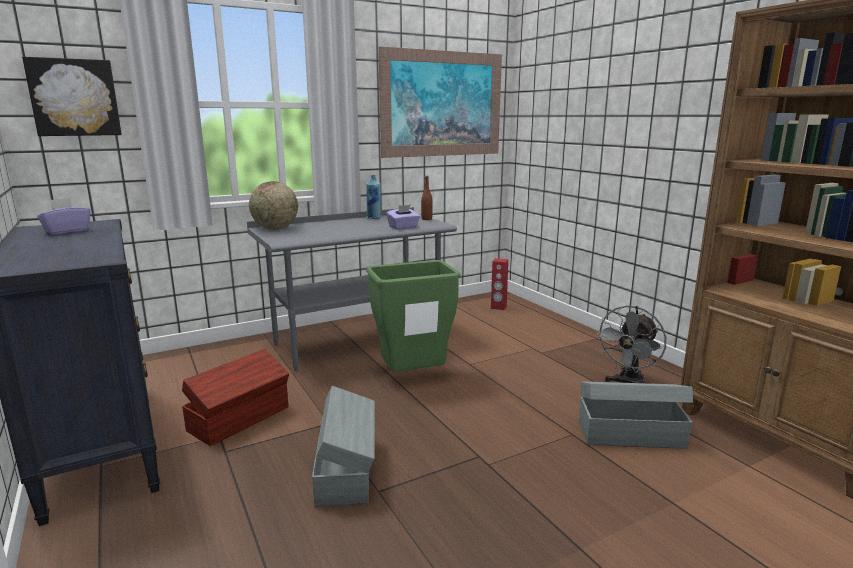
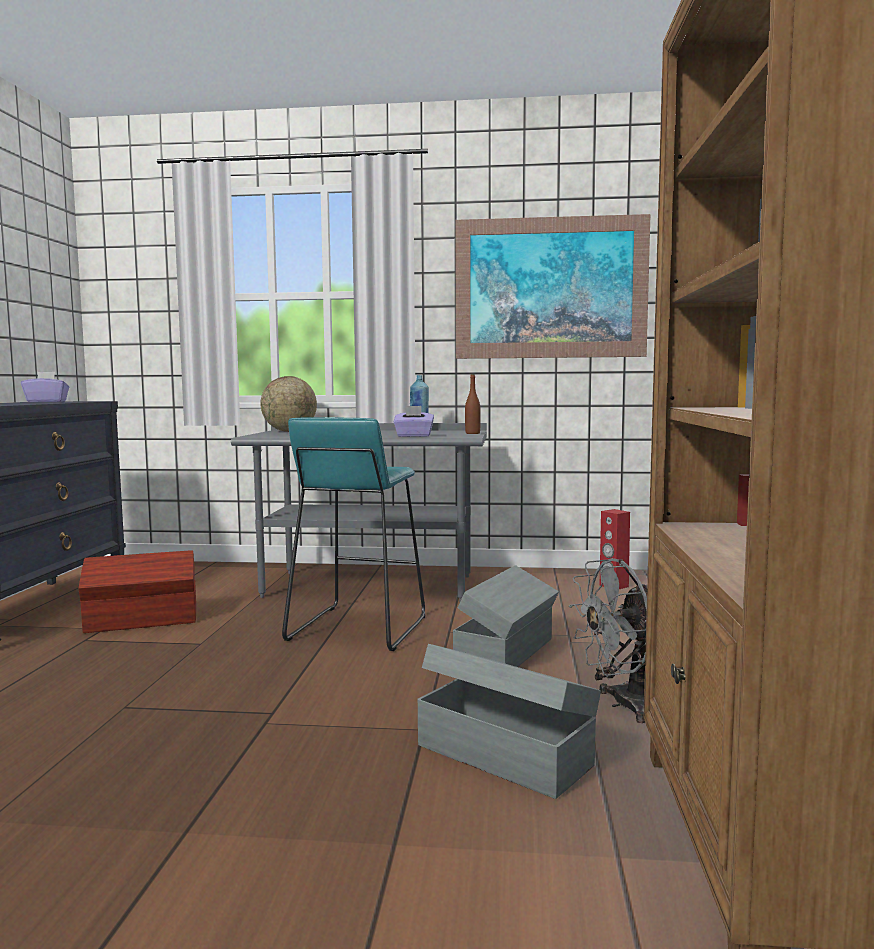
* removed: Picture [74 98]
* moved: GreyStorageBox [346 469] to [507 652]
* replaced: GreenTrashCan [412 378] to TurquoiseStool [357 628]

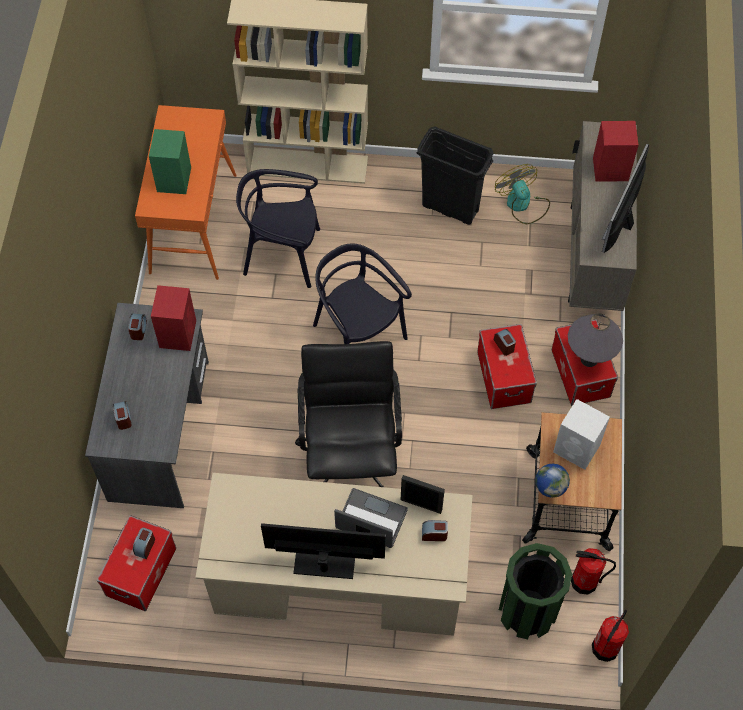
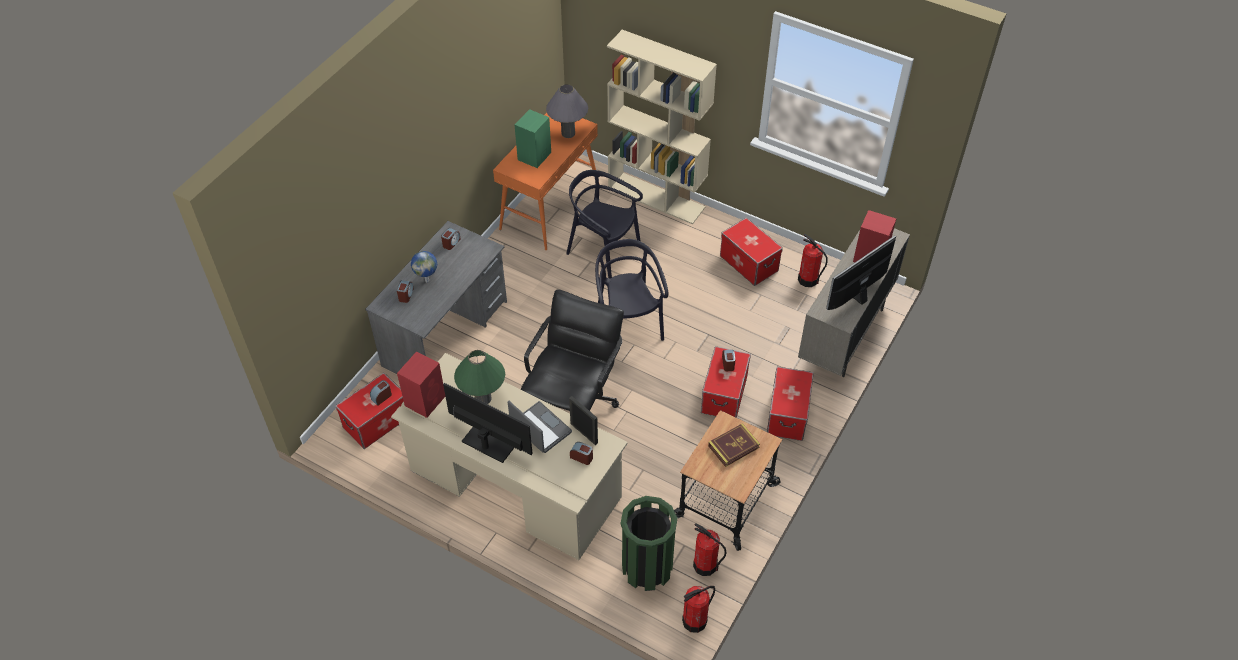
* moved: RedSpeaker [178 333] to [425 400]
* replaced: BlackTrashCan [450 208] to StorageBox [749 263]
* replaced: Fan [522 204] to FireExtinguisher [808 280]
* moved: Globe [548 492] to [427 280]
* replaced: WhiteSpeaker [577 449] to Book [733 446]
* moved: GreyTableLamp [589 359] to [568 133]
* added: GreenTableLamp [483 398]

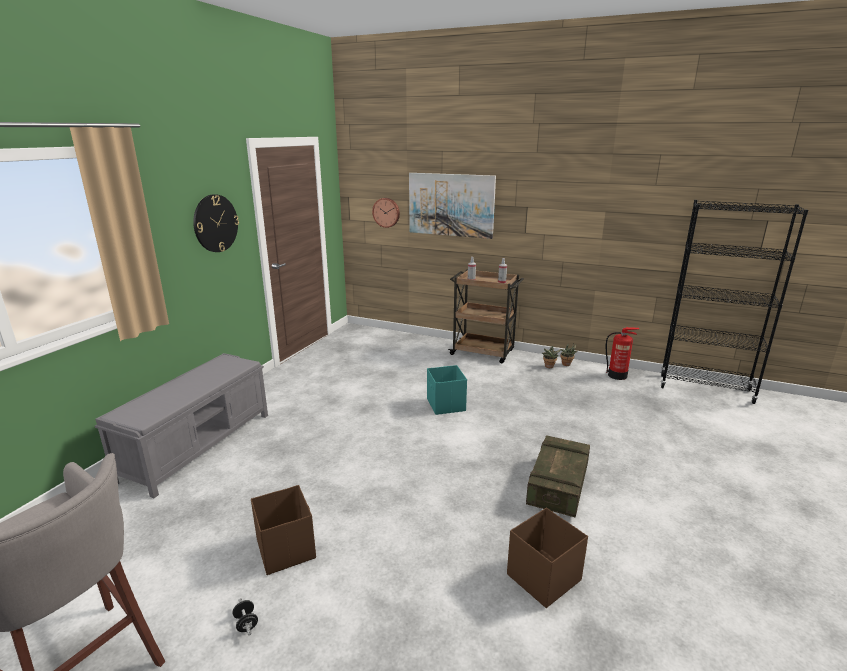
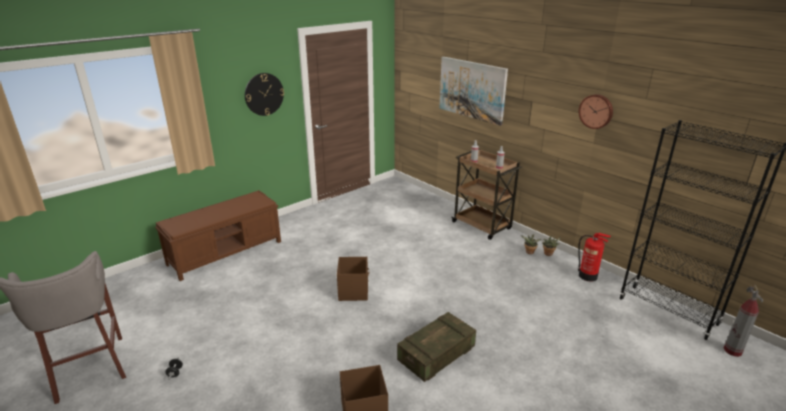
* recoloured: GreyBench [199 445] to BrownBench [226 252]
* moved: BrownStorageBox [286 548] to [353 291]
* moved: WallClock [386 212] to [596 111]
* removed: TurquoiseStorageBox [445 405]
* added: FireExtinguisher [732 351]

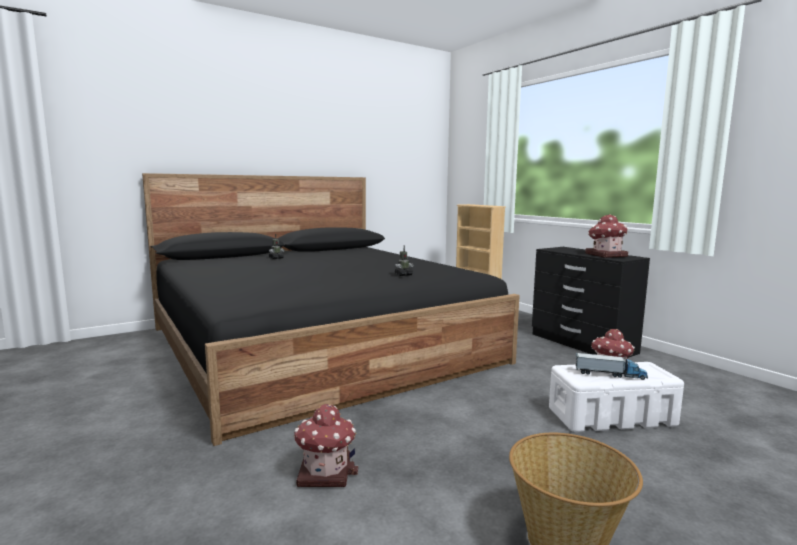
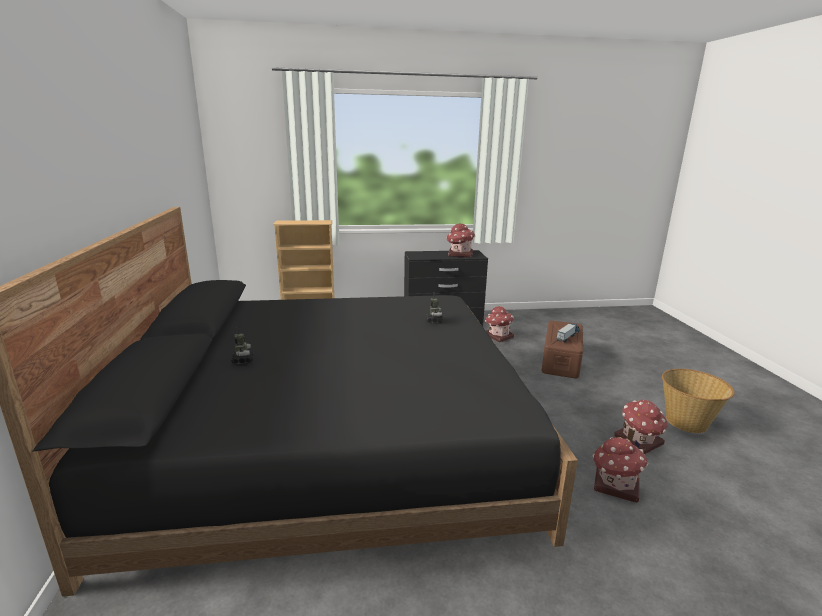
* recoloured: WhiteStorageBox [612 416] to BrownStorageBox [561 360]
* added: ToyHouse [639 441]

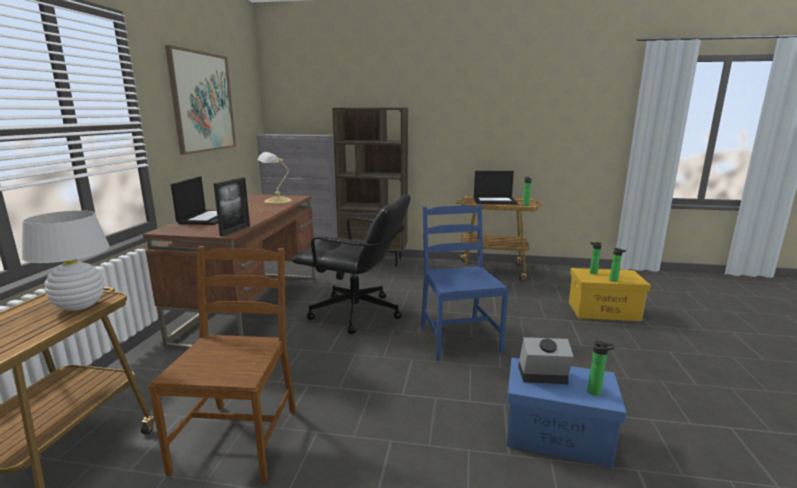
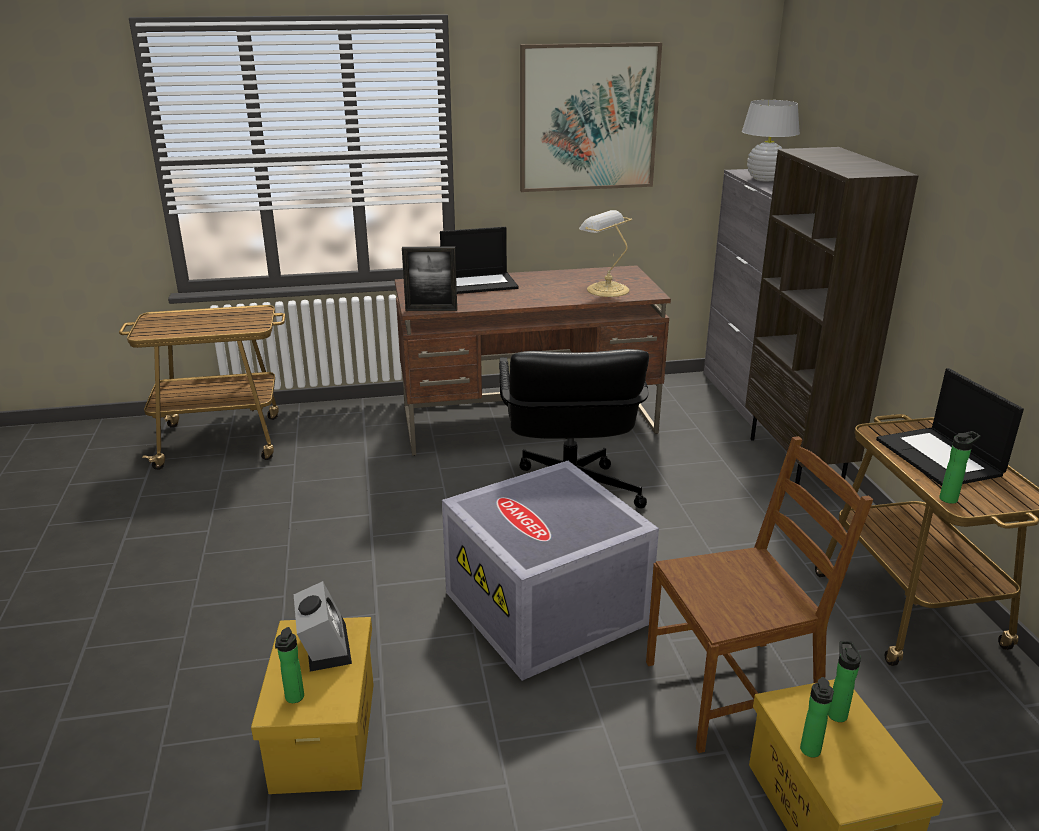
* moved: WhiteTableLamp [80 305] to [764 179]
* moved: BrownChair [238 438] to [733 691]
* replaced: BlueChair [458 338] to GreyStorageBox [549 608]
* recoloured: BlueStorageBox [555 435] to YellowStorageBox [324 734]

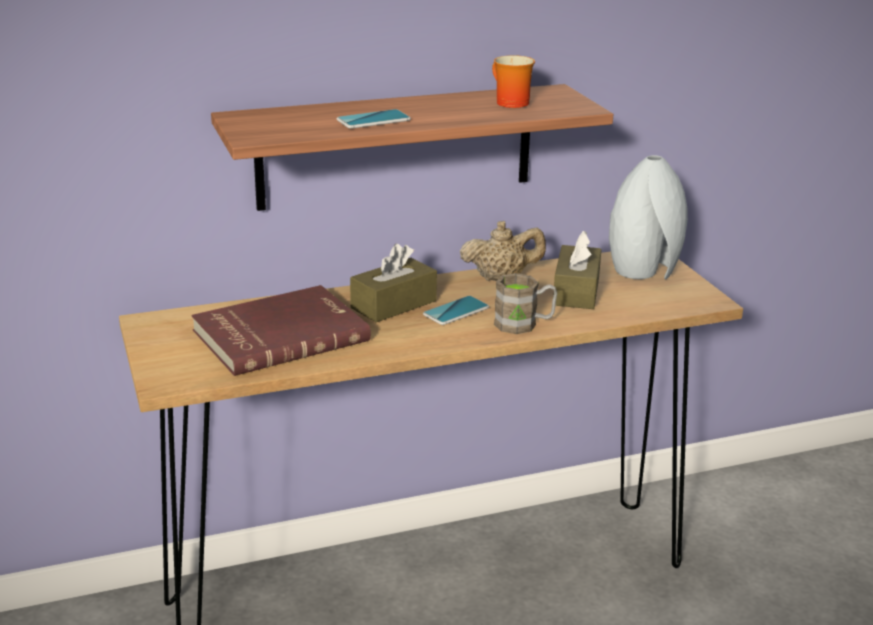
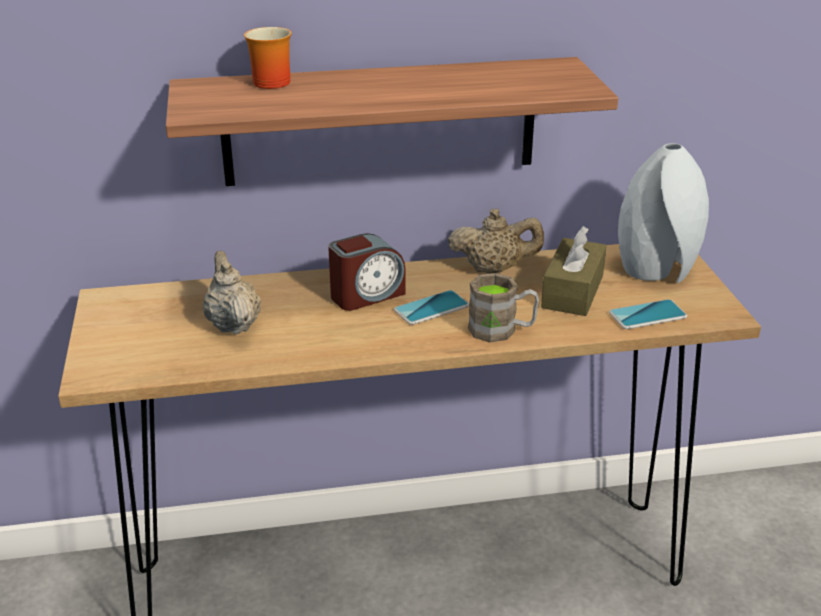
* replaced: RedBook [279 334] to BeigeTeapot [233 324]
* moved: Phone [373 120] to [647 315]
* replaced: BrownTissueBox [393 304] to AlarmClock [367 295]
* moved: Mug [508 102] to [267 82]

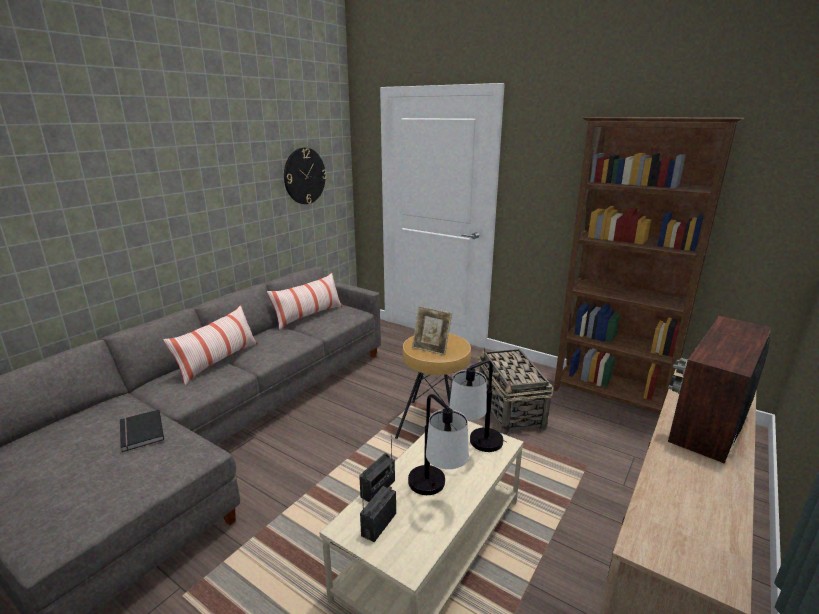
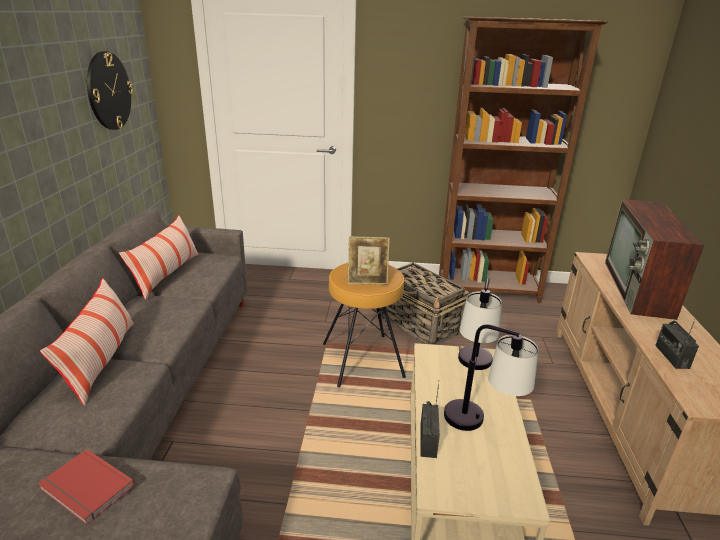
* recoloured: BlackBook [140 432] to RedBook [85 489]
* moved: Radio [378 524] to [671 356]

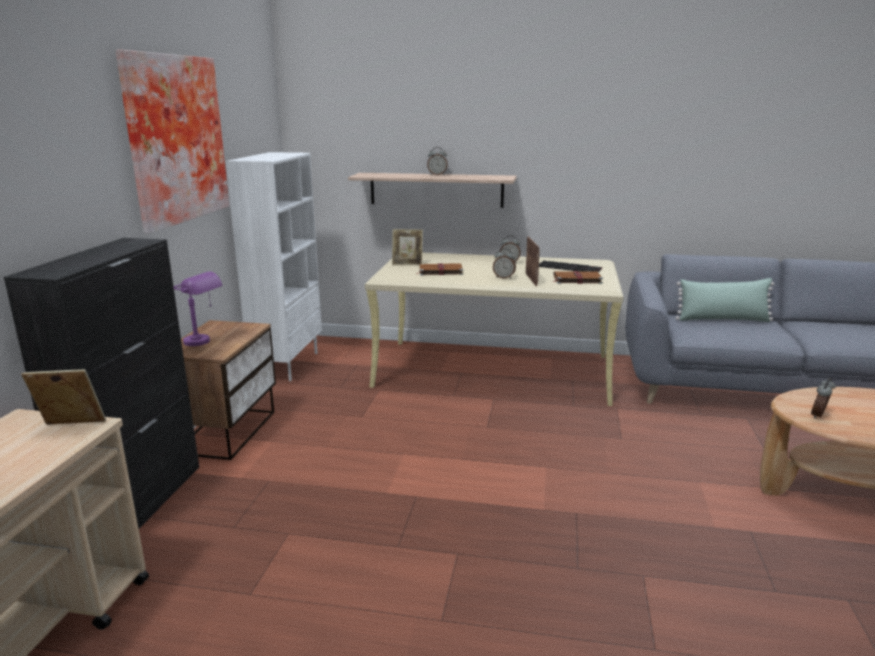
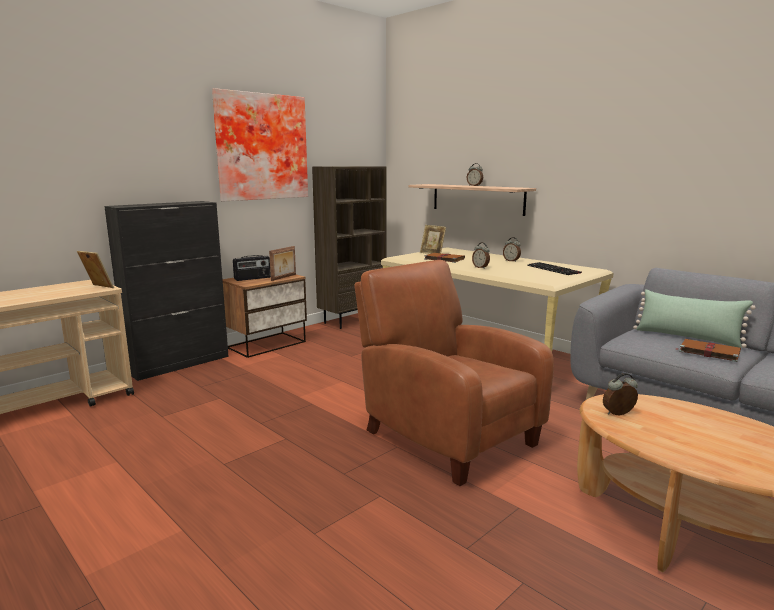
* replaced: PurpleTableLamp [204 342] to Radio [253 278]
* recoloured: WhiteBookcase [287 365] to BrownBookcase [352 320]
* moved: PictureFrame [531 279] to [284 277]
* moved: BrownBook [576 279] to [708 352]
* added: BrownArmchair [445 435]

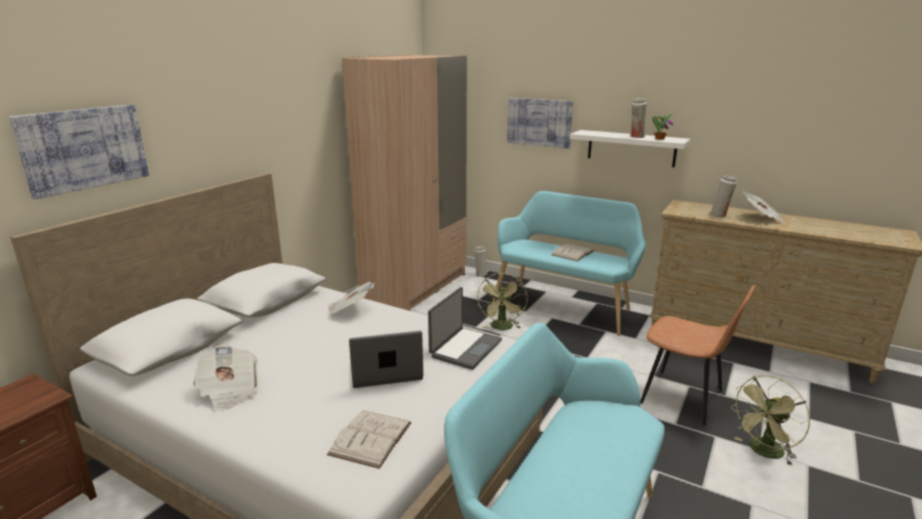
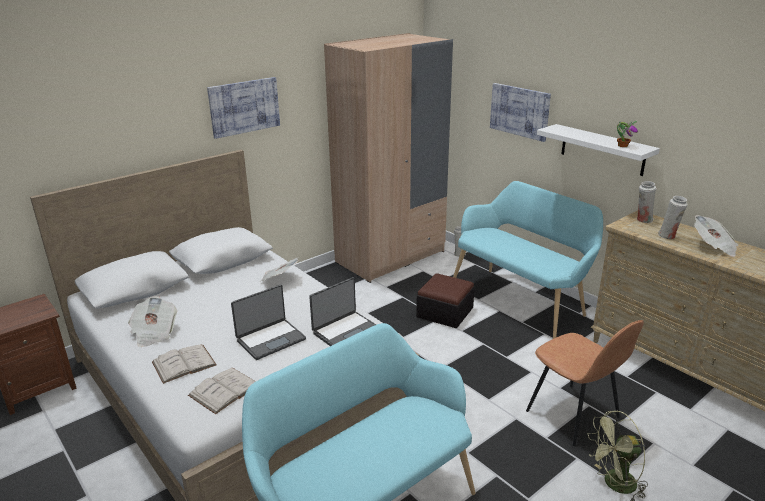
* moved: Picture [84 148] to [244 107]
* turned: Laptop [386 372] = [270 339] 135 degrees clockwise
* replaced: GreenFan [502 328] to Ottoman [445 312]
* moved: WhiteBook [572 253] to [184 363]
* moved: WhiteVase [636 137] to [643 220]

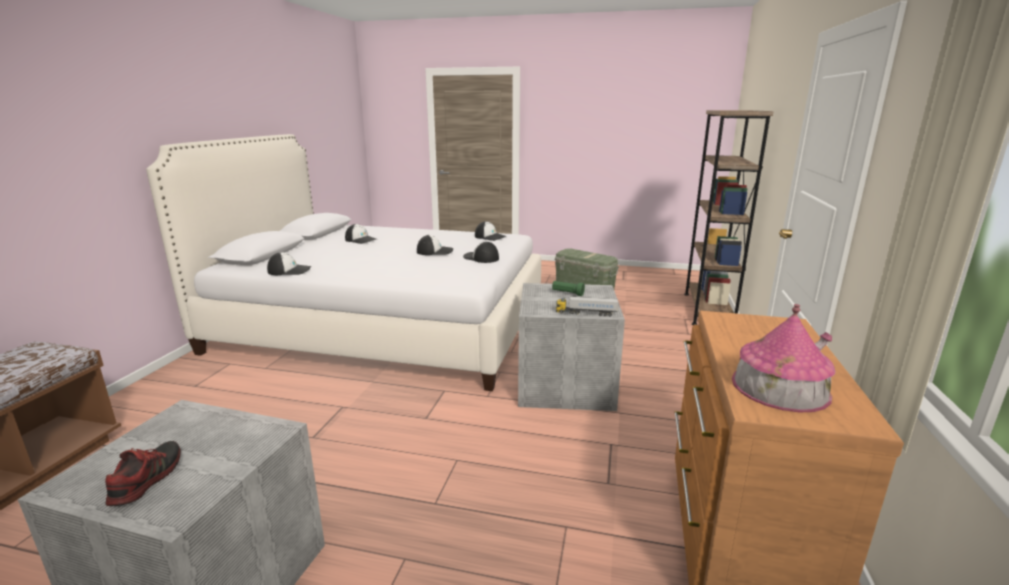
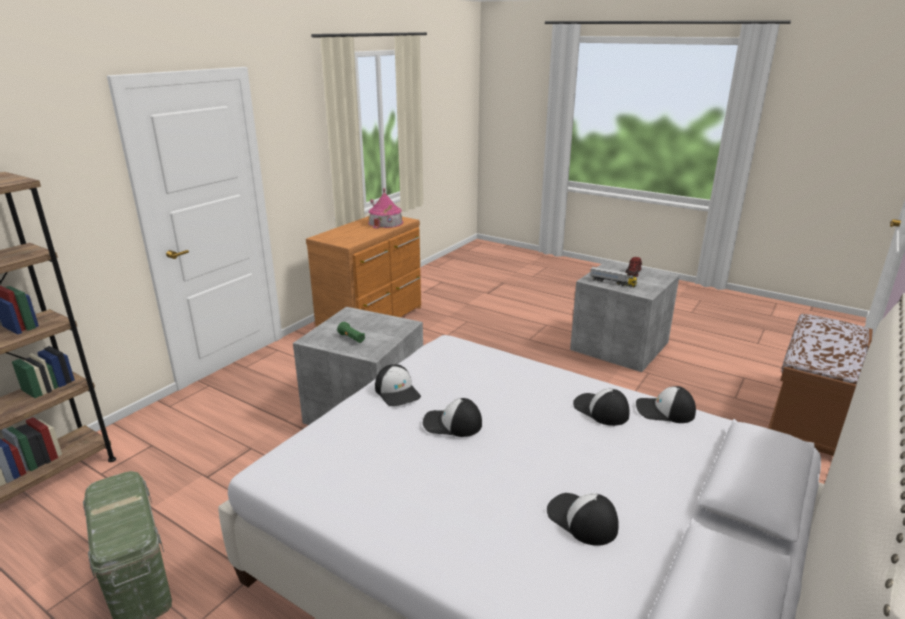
* moved: Cap [490 237] to [600 410]
* moved: ToyTruck [586 313] to [612 282]

